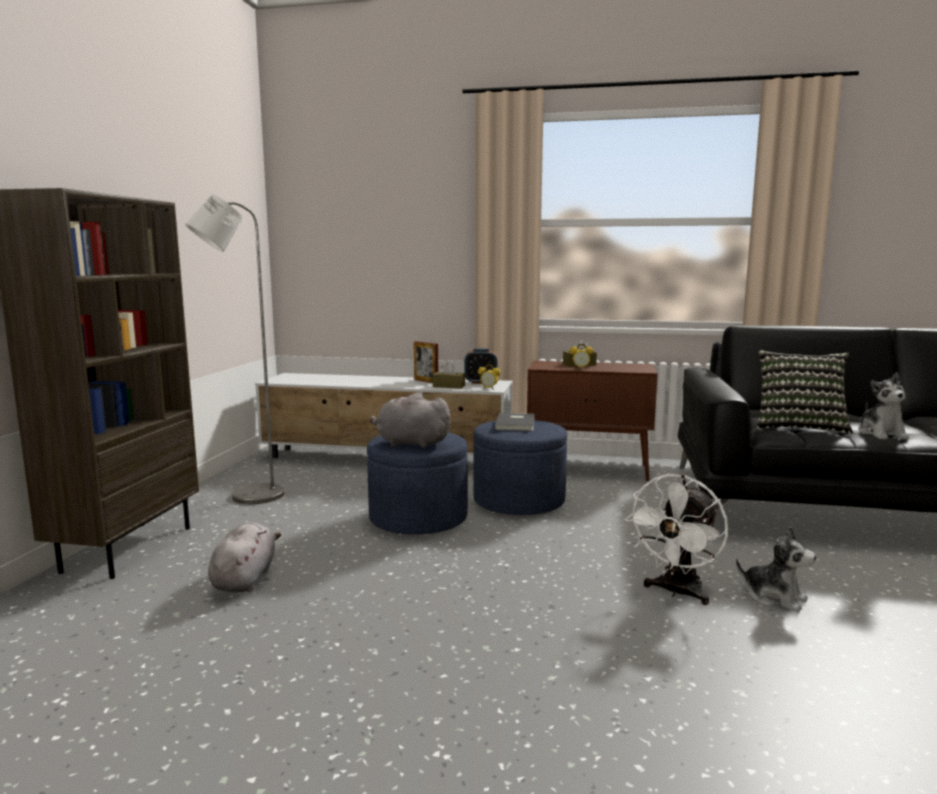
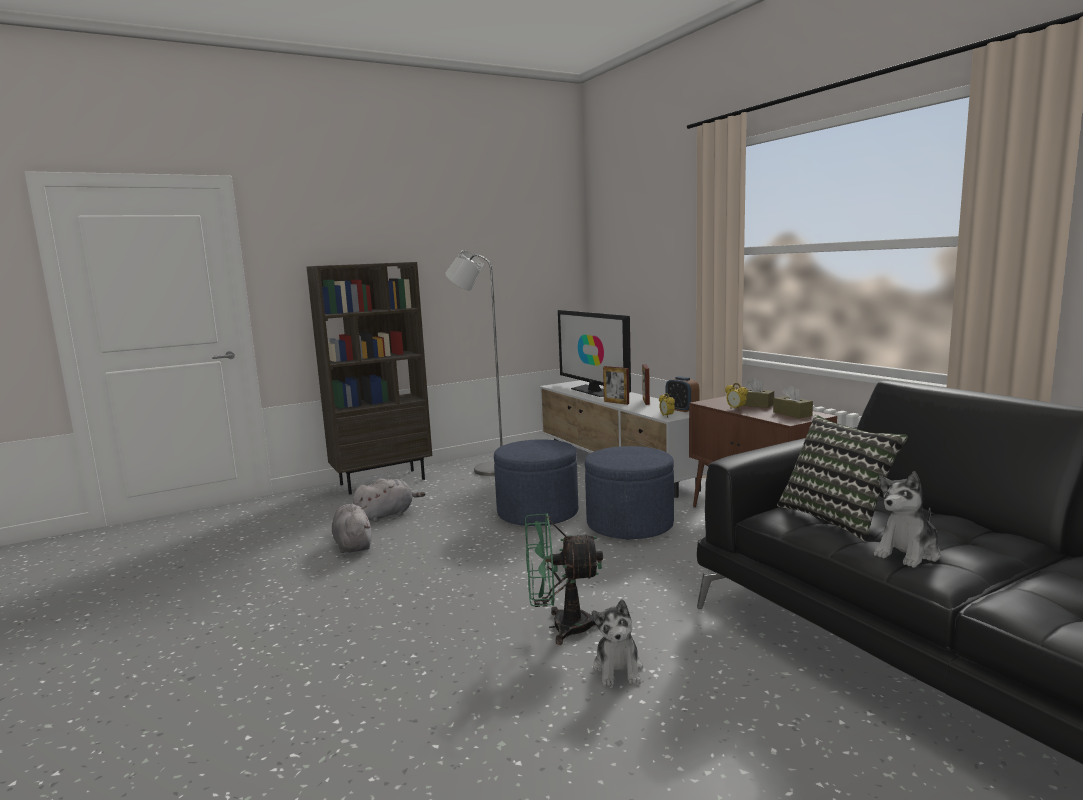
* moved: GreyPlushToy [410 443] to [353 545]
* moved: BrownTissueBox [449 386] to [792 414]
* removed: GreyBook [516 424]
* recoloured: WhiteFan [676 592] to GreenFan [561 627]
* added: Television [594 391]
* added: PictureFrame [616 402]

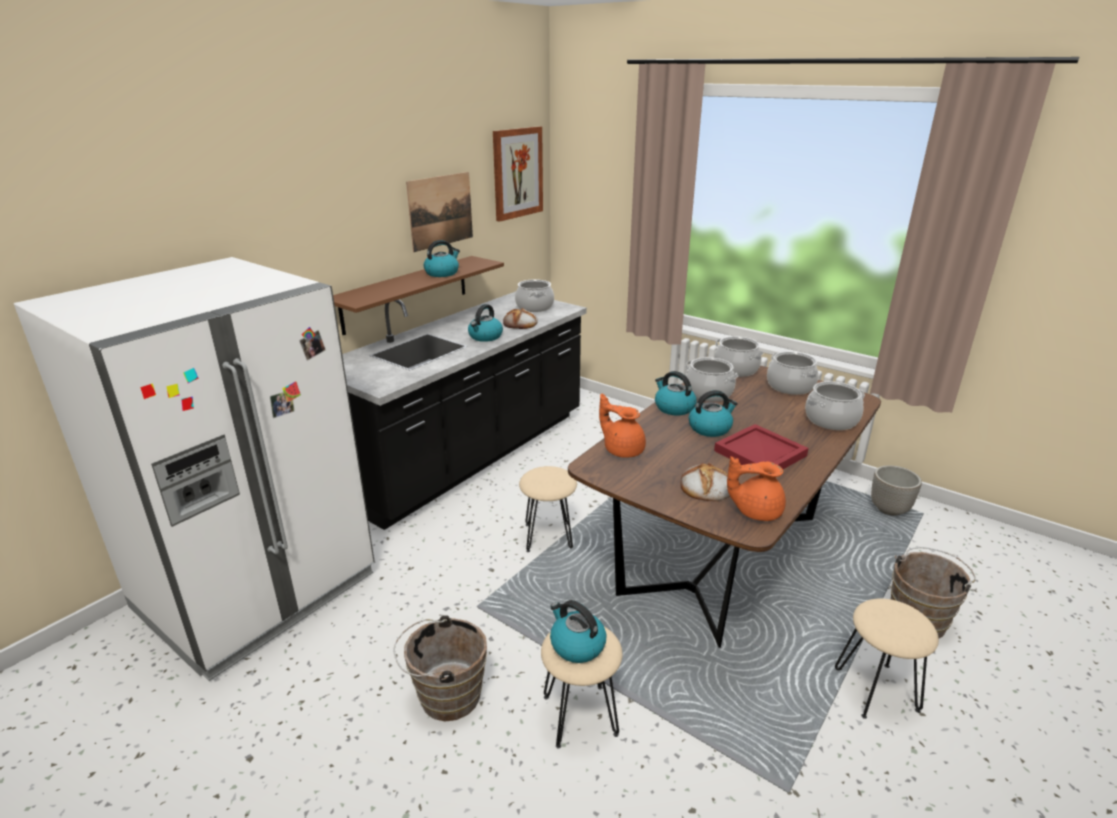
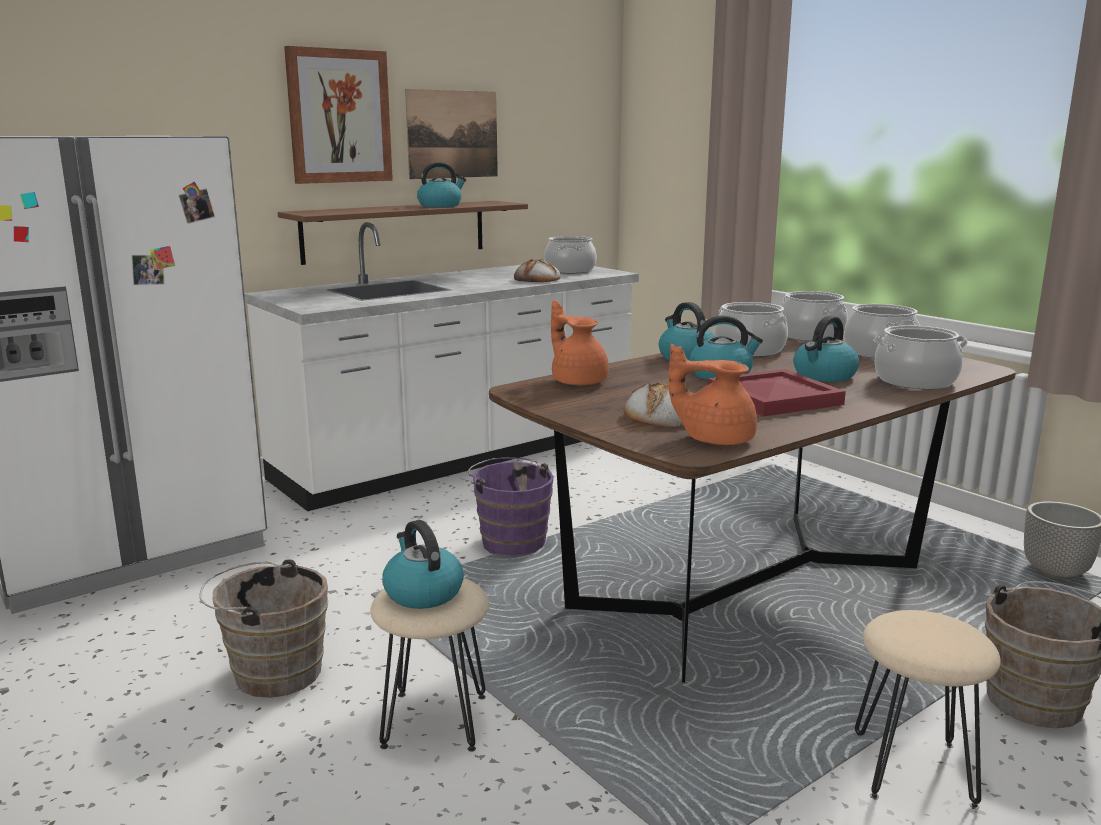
* recoloured: BlackCounter [469 456] to WhiteCounter [459 457]
* moved: Kettle [485 337] to [824 376]
* moved: Picture [517 173] to [339 116]
* replaced: BeigeStool [548 536] to PurpleBucket [511 541]

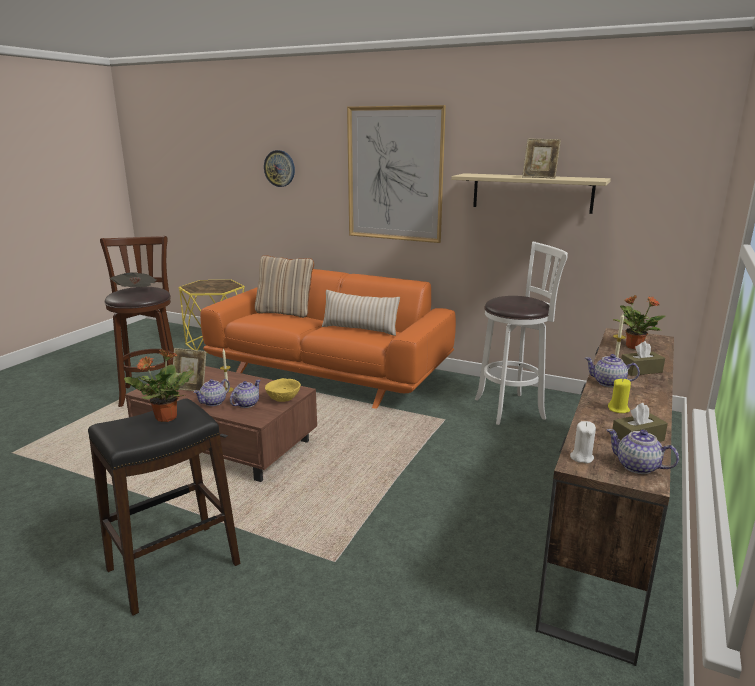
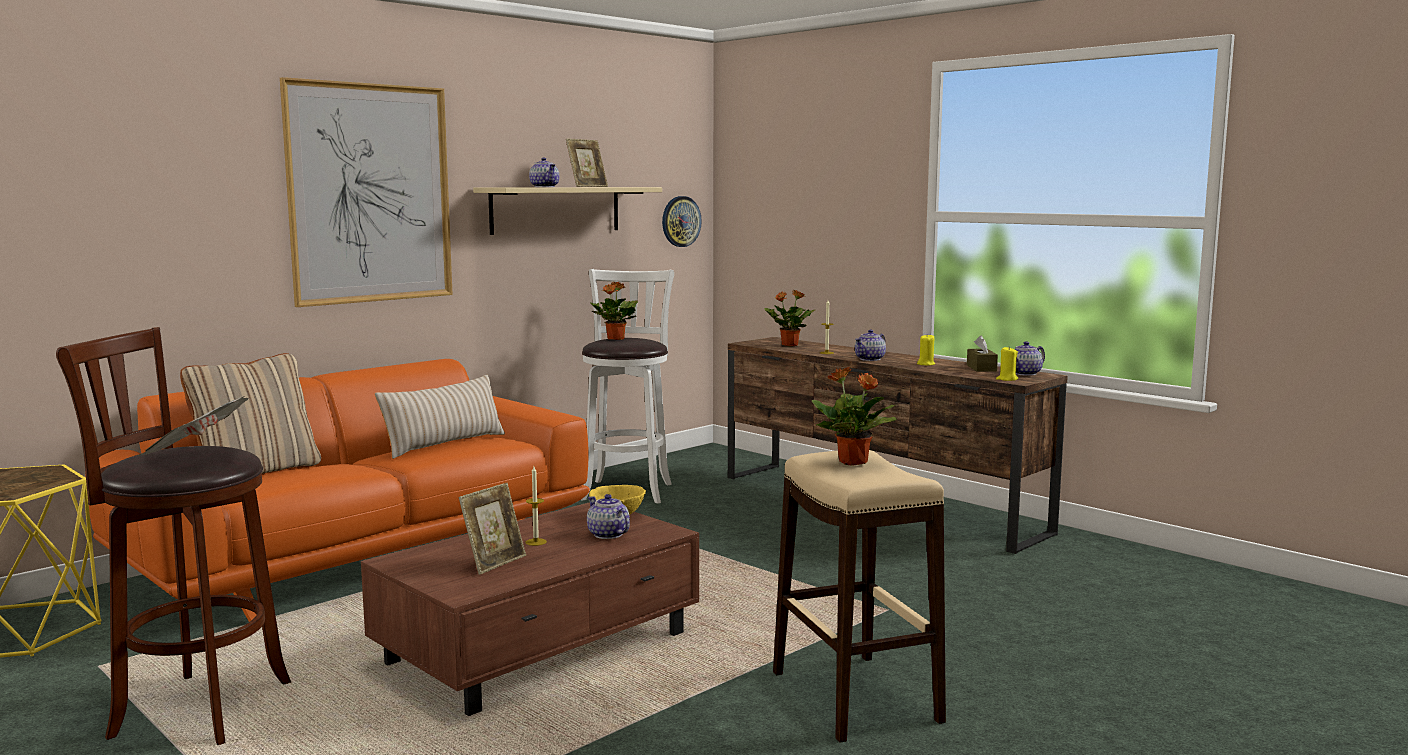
* recoloured: BlackStool [173 567] to BeigeStool [855 697]
* moved: Teapot [214 402] to [544 187]
* moved: WallClock [279 168] to [680 221]
* recoloured: WhiteCandle [581 457] to YellowCandle [1007 379]
* removed: BrownTissueBox [641 370]
* added: PottedPlant [615 339]

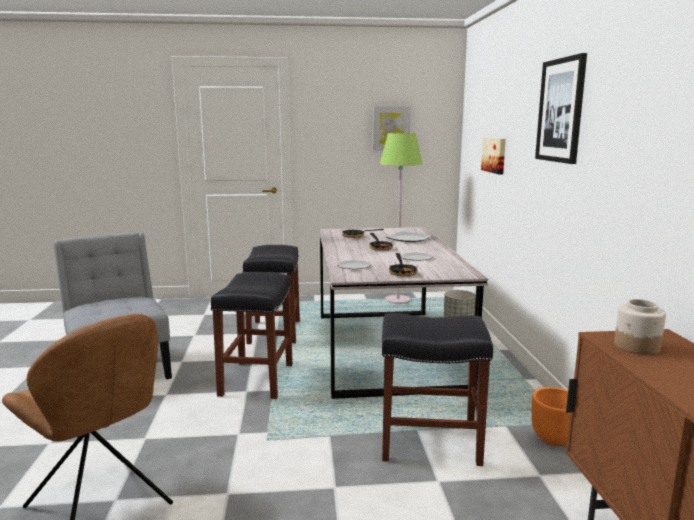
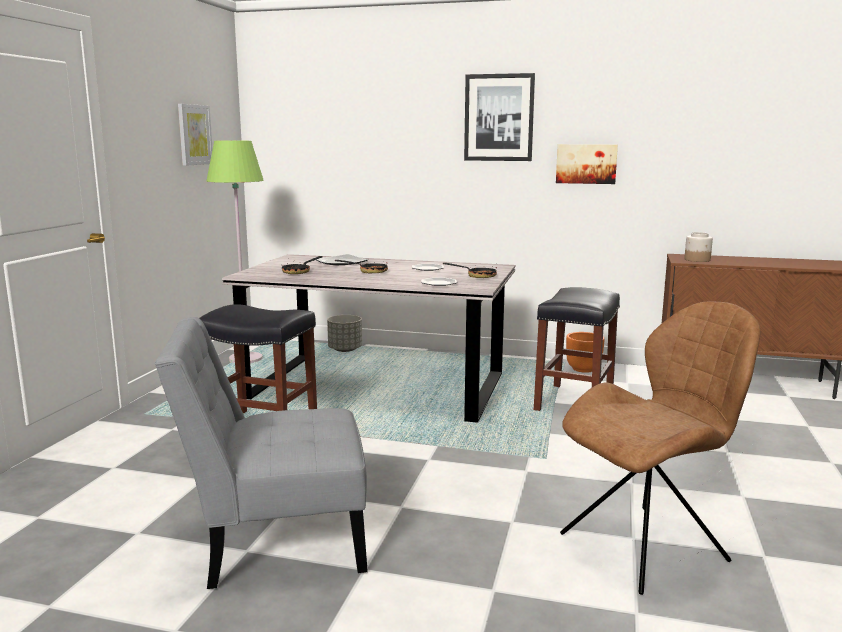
* removed: BlackStool [256 379]
* moved: Picture [495 155] to [586 164]

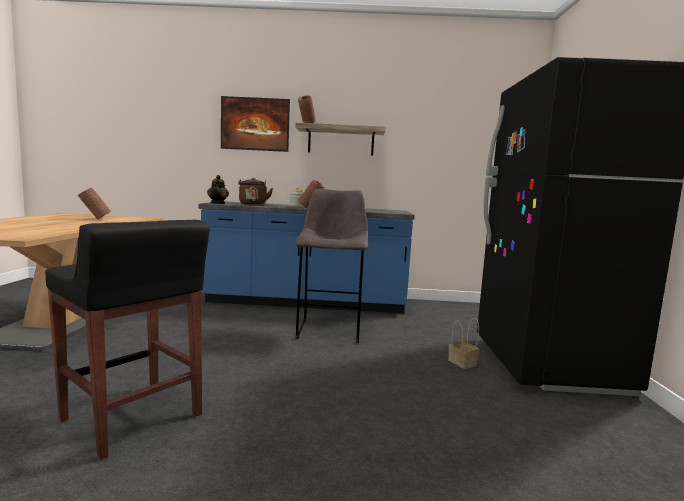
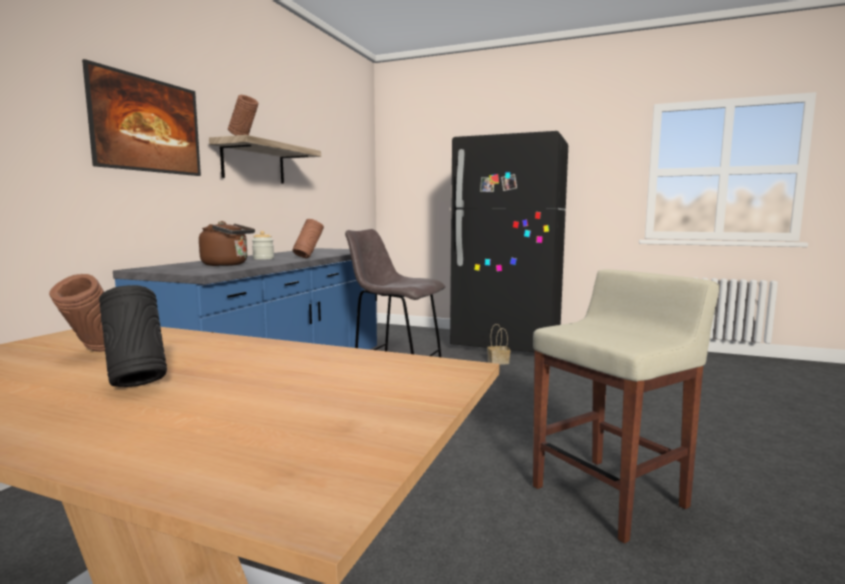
* recoloured: BlackStool [133 418] to BeigeStool [610 496]
* removed: Teapot [218 203]
* added: BlackVase [137 383]

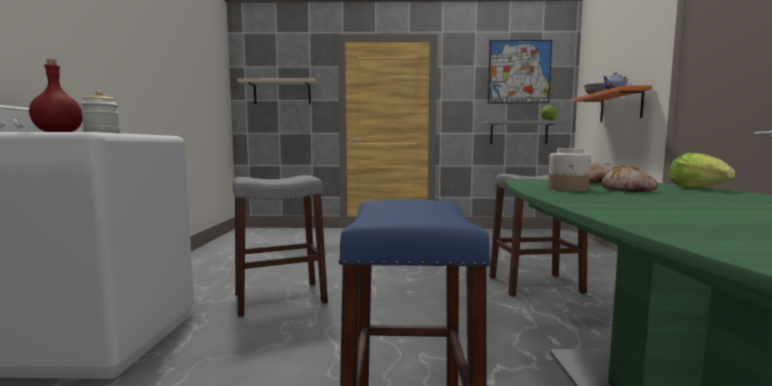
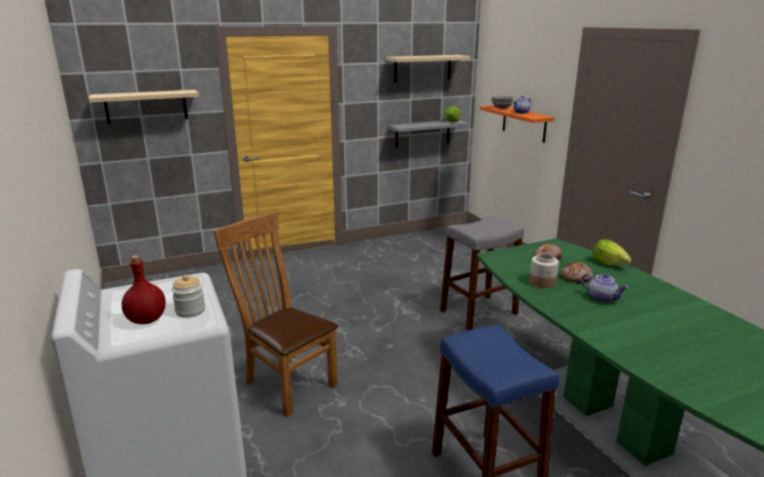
* replaced: GreyStool [280 298] to BrownChair [286 382]
* replaced: Picture [519 72] to BeigeShelf [422 68]
* added: Teapot [602 298]

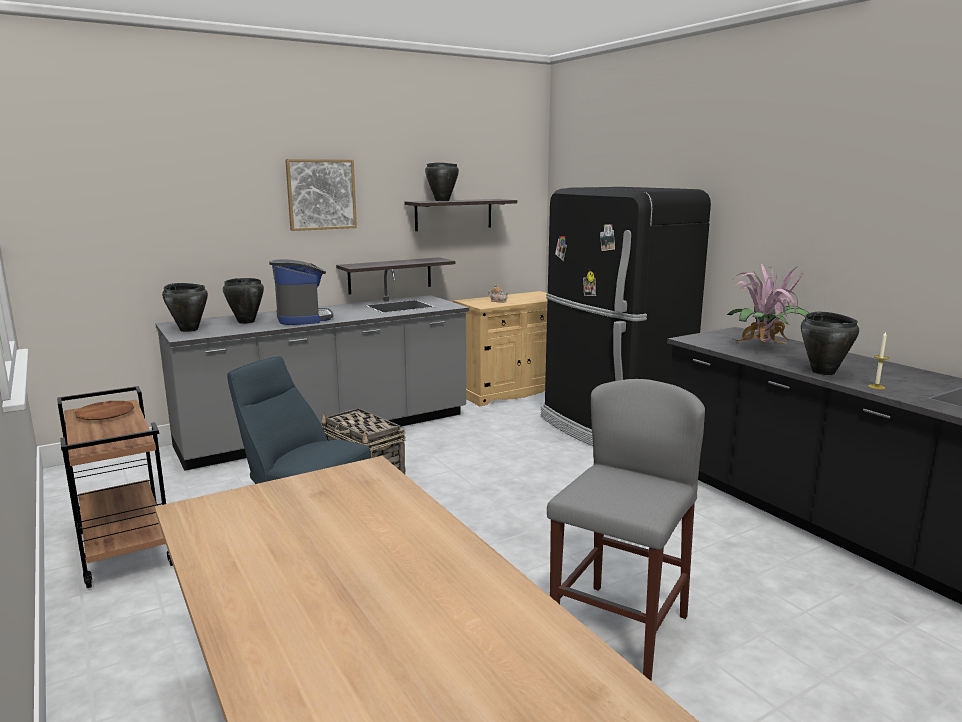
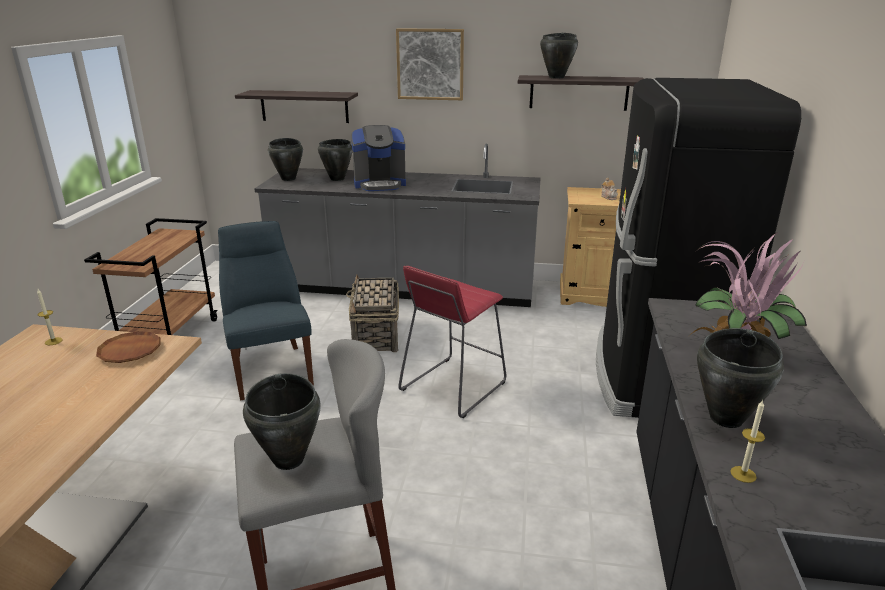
* moved: BrownPlate [105 414] to [130 351]
* turned: CoffeeMachine [303 318] = [380 184] 60 degrees clockwise
* moved: Shelf [390 275] to [304 106]
* added: Candle [53 341]
* added: BlackCookingPot [289 459]
* added: RedStool [453 387]

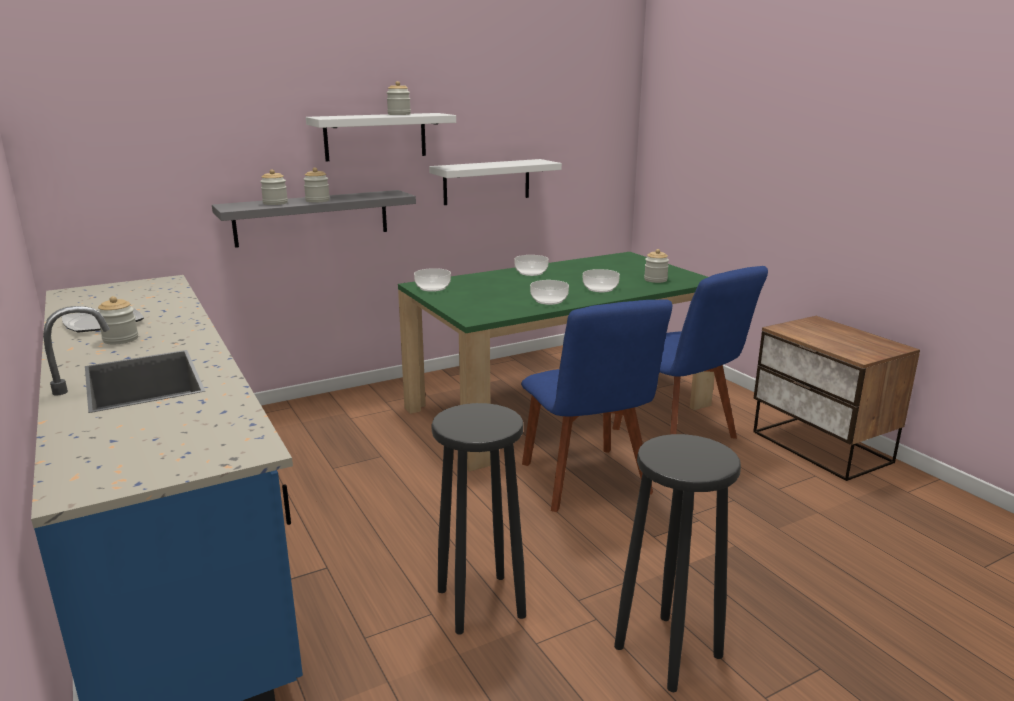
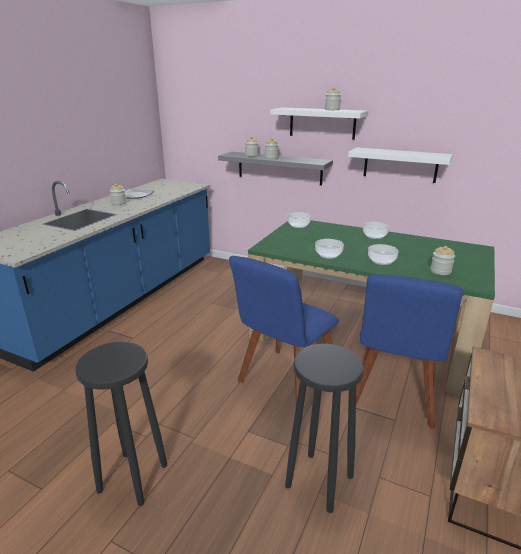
* moved: BlackStool [481 604] to [319 481]

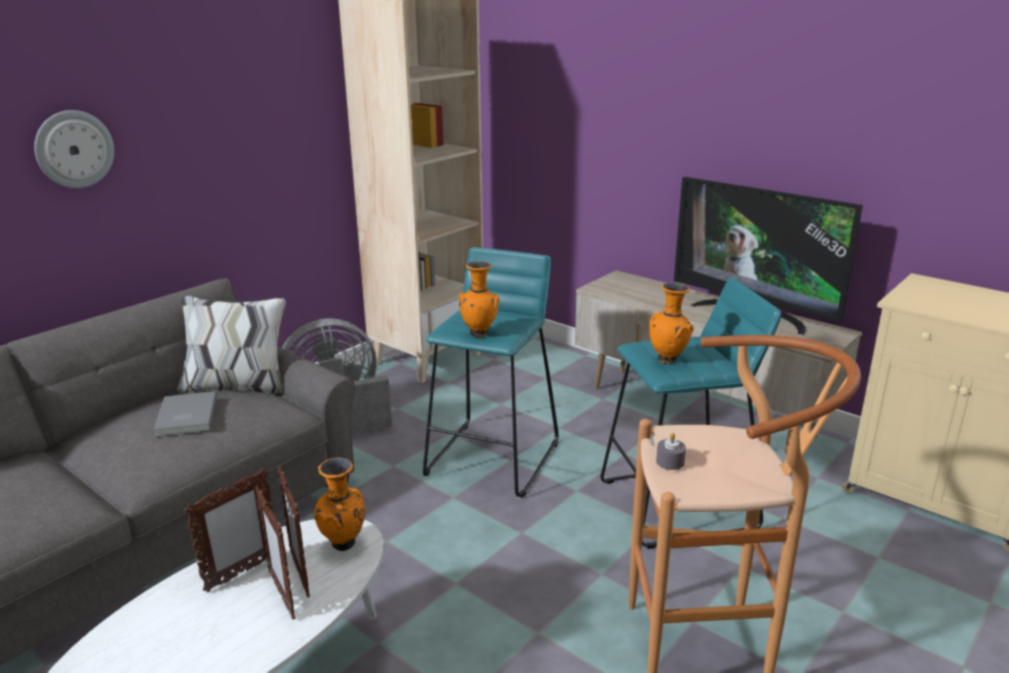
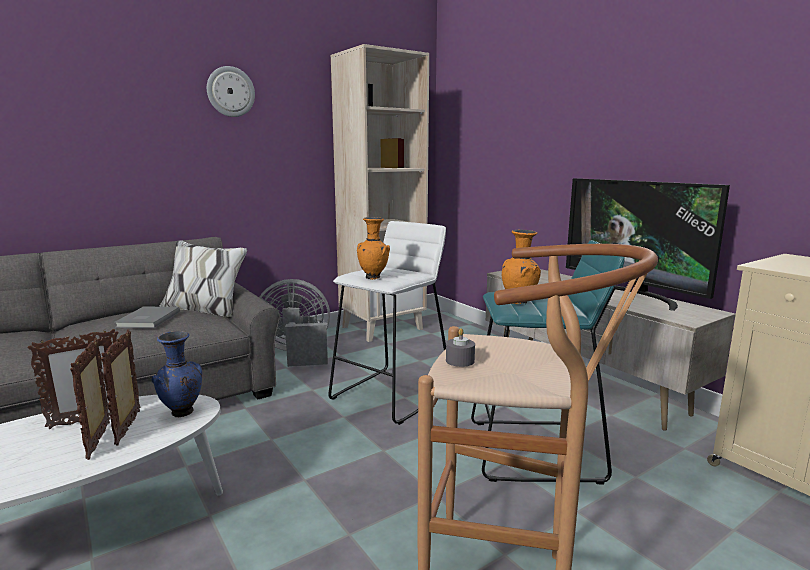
* moved: WallClock [74 149] to [230 92]
* recoloured: OrangeVase [344 545] to BlueVase [182 414]
* recoloured: TurquoiseStool [493 458] to WhiteStool [392 395]

